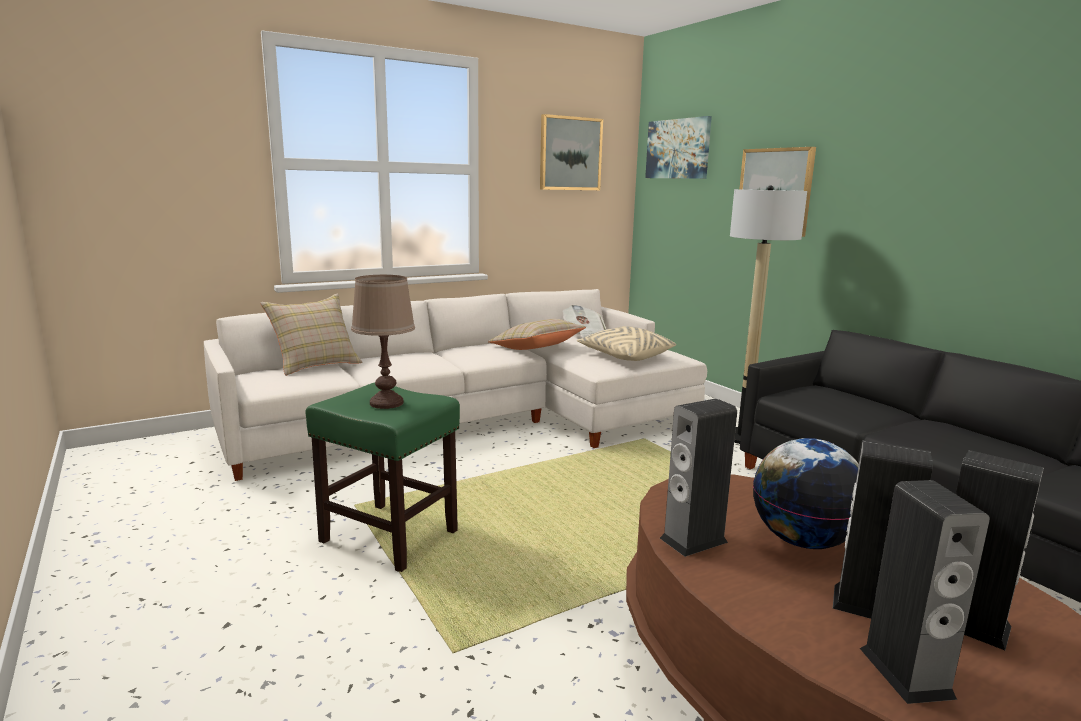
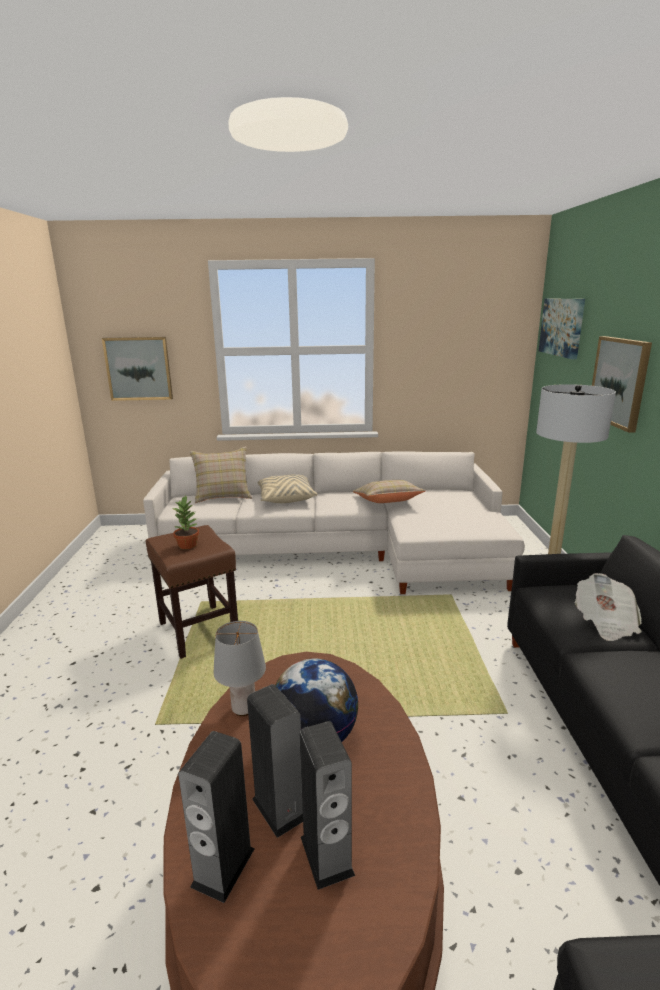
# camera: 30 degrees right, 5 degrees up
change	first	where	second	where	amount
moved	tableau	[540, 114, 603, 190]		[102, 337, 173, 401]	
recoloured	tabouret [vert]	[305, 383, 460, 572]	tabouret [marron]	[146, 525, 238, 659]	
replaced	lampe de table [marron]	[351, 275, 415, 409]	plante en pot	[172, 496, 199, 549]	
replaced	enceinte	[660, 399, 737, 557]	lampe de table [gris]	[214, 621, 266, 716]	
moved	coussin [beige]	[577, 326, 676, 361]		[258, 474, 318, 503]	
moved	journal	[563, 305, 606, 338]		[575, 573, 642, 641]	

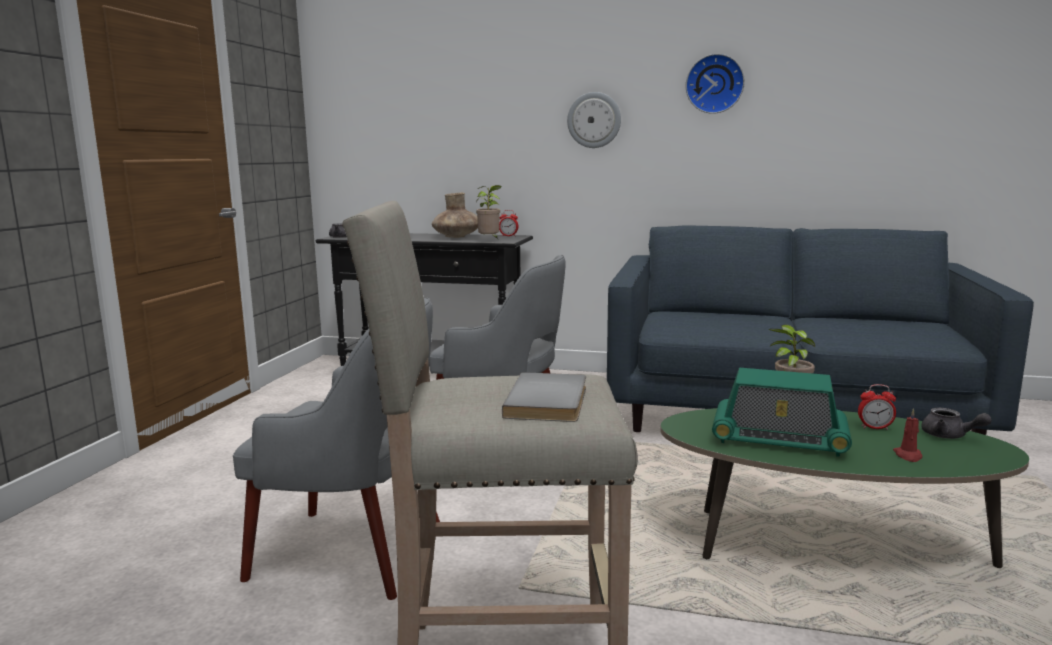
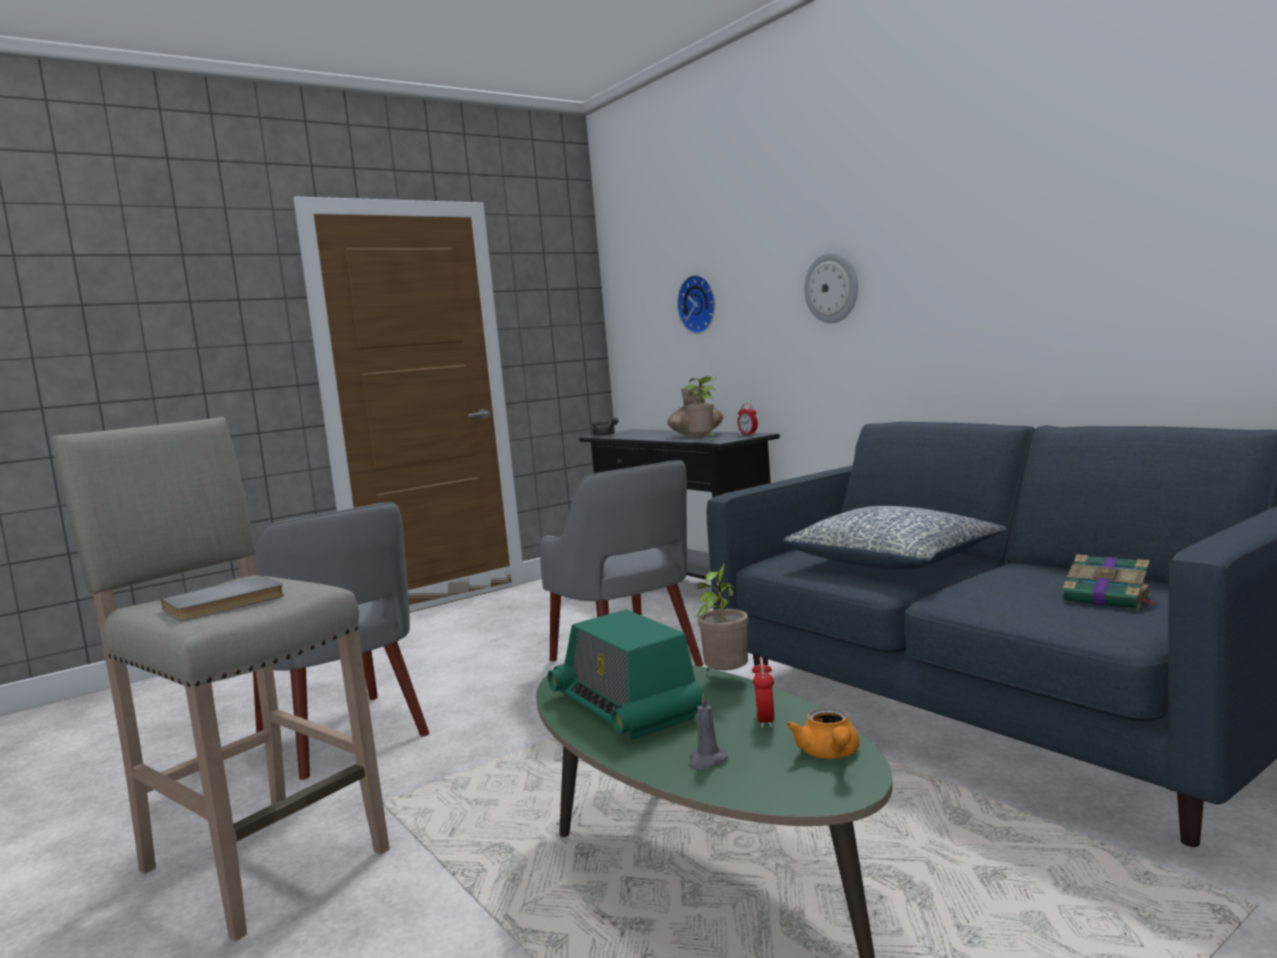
# camera: 40 degrees right, 5 degrees down
change	first	where	second	where	amount
moved	horloge murale	[686, 54, 745, 114]		[677, 275, 715, 334]	
recoloured	bougie [rouge]	[893, 408, 922, 462]	bougie [gris]	[689, 693, 728, 769]	
turned	réveil	[858, 384, 896, 430]		[752, 657, 774, 728]	45 degrees clockwise
added			coussin	[783, 506, 1006, 569]	
recoloured	théière [gris]	[921, 408, 992, 439]	théière [orange]	[787, 708, 860, 759]	
added			livre	[1063, 554, 1158, 610]	

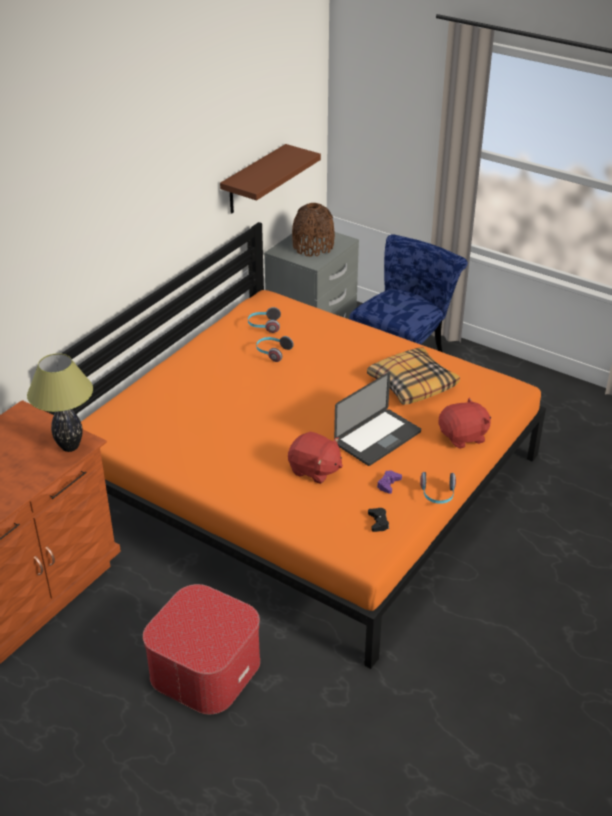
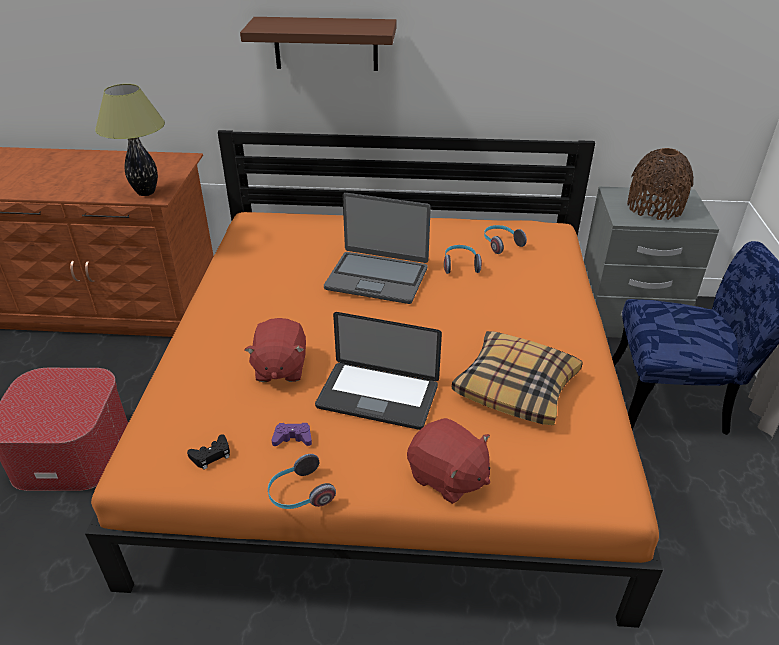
# camera: 60 degrees right, 0 degrees up
change	first	where	second	where	amount
moved	étagère [marron]	[220, 144, 321, 214]		[240, 17, 396, 71]	
added			ordinateur portable	[324, 193, 431, 304]	

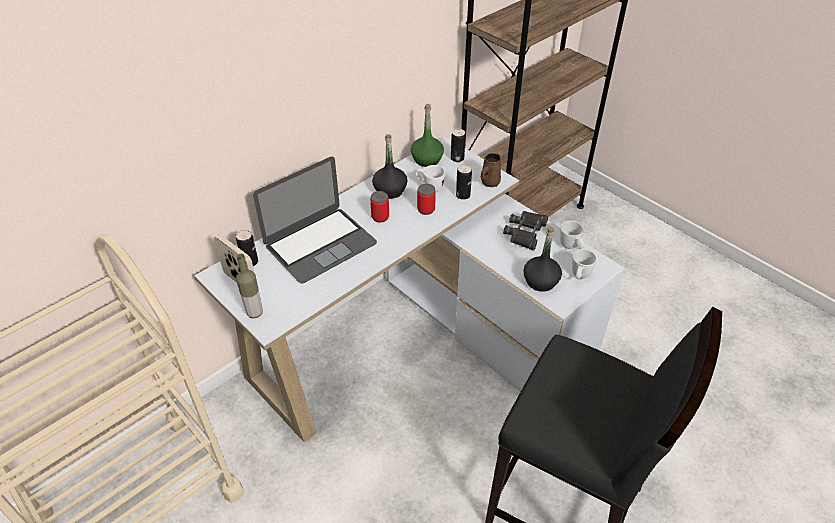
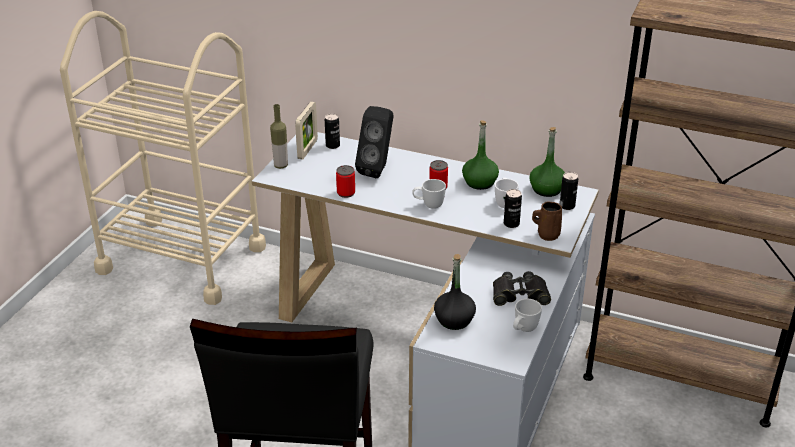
# camera: 65 degrees right, 10 degrees down
change	first	where	second	where	amount
moved	boîte métallique	[417, 184, 436, 215]		[336, 165, 355, 198]	
replaced	ordinateur portable	[253, 156, 377, 283]	enceinte [noir]	[355, 106, 394, 178]	
moved	mug [blanc]	[572, 249, 597, 279]		[412, 179, 446, 209]	
recoloured	bouteille [noir]	[372, 134, 408, 199]	bouteille [vert]	[462, 120, 499, 190]	

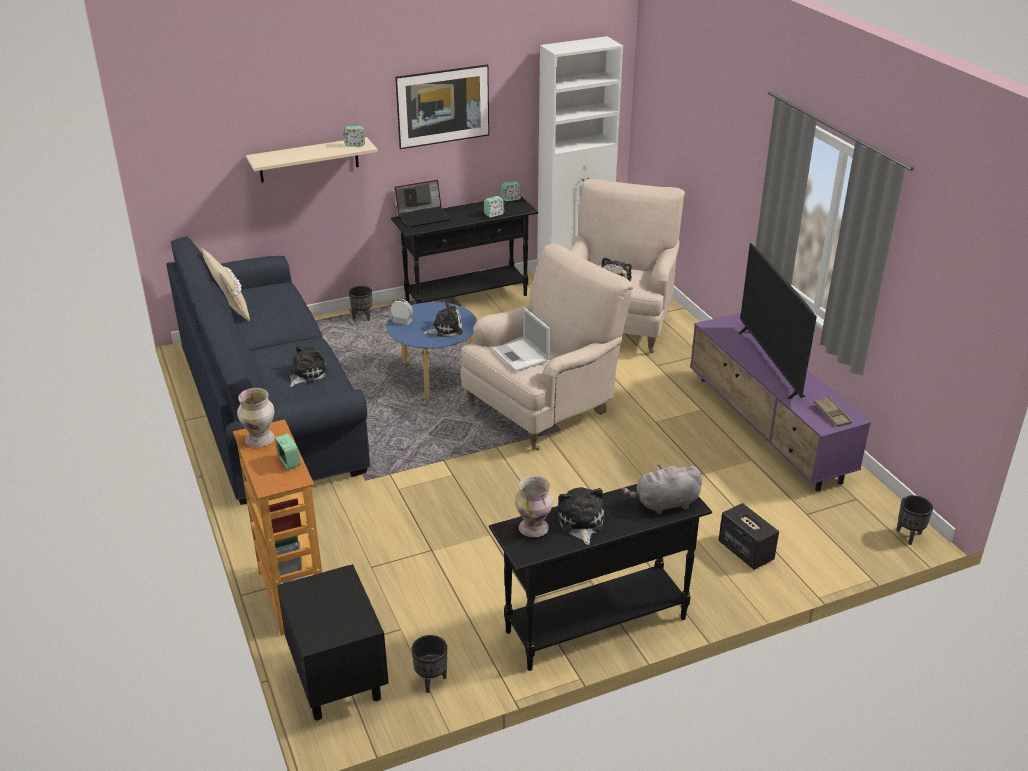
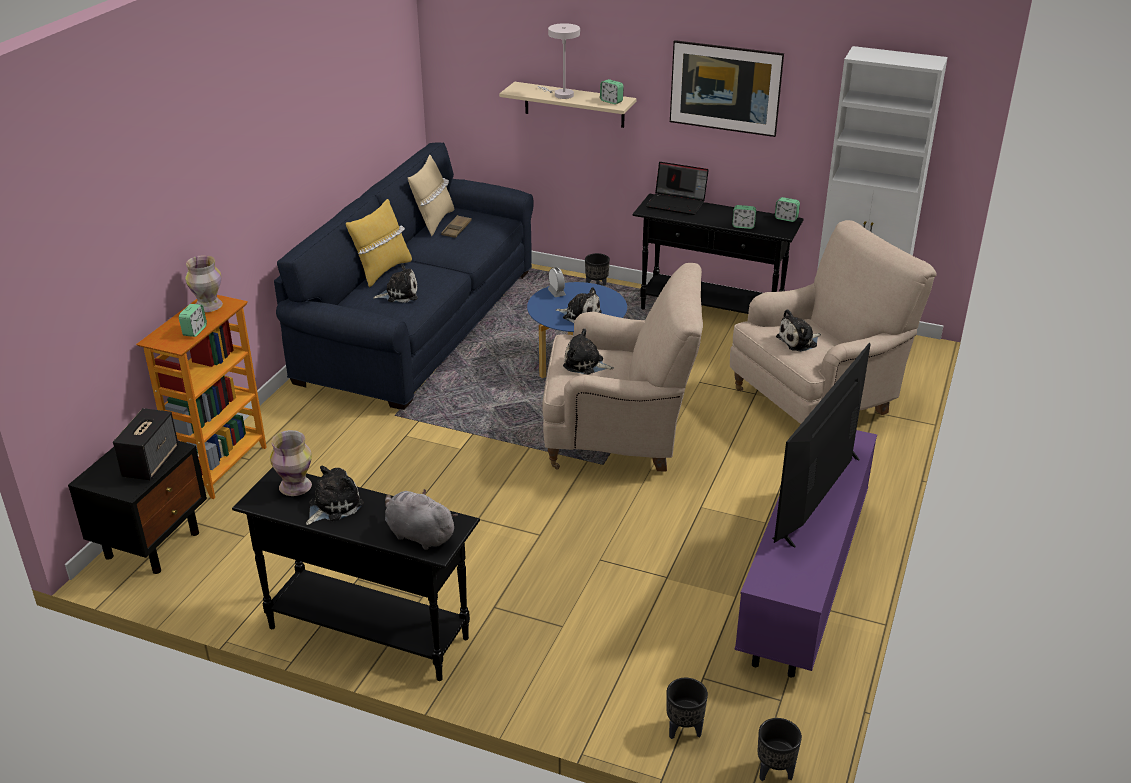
# camera: 45 degrees right, 0 degrees up
change	first	where	second	where	amount
moved	enceinte	[719, 503, 779, 570]		[113, 408, 179, 481]	
added			coussin [jaune]	[346, 199, 412, 287]	
moved	plateau [marron]	[814, 397, 852, 427]		[441, 215, 472, 238]	
added			lampe de table [blanc]	[538, 23, 580, 99]	
replaced	ordinateur portable	[492, 308, 550, 372]	peluche	[563, 328, 614, 374]	
moved	cache-pot [noir]	[412, 635, 447, 693]		[667, 678, 708, 739]	

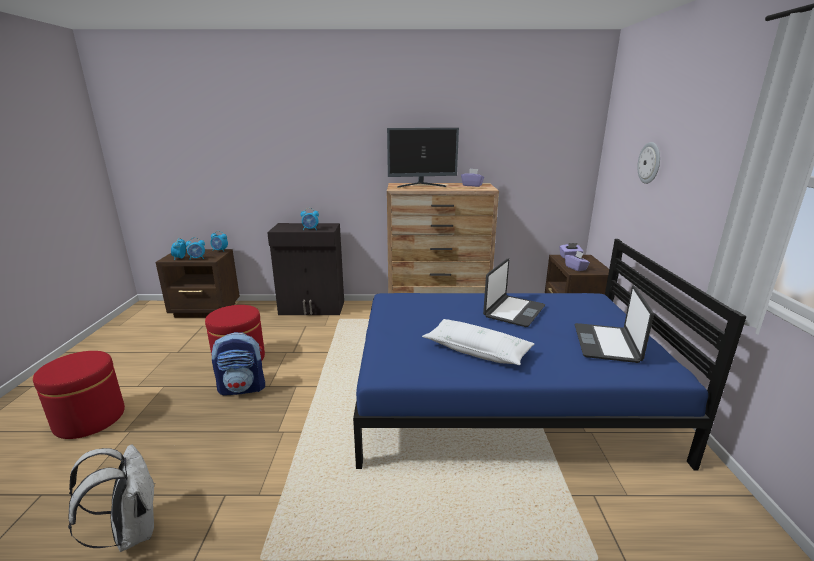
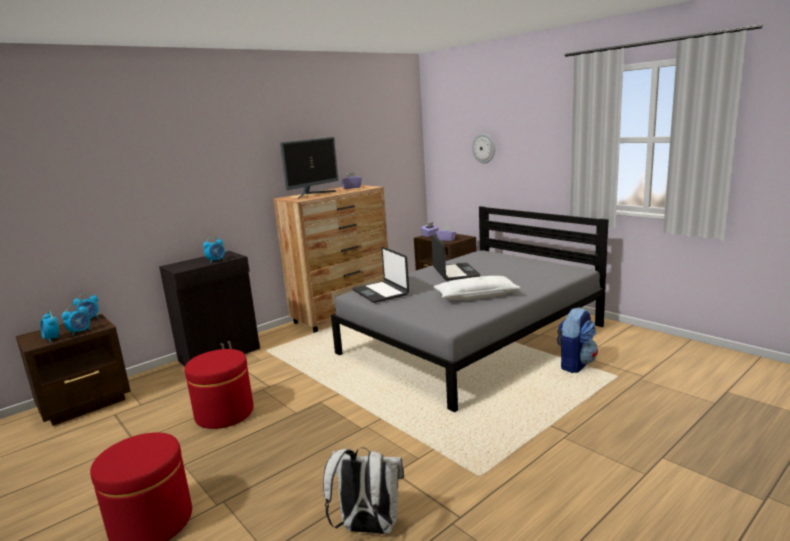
# camera: 40 degrees left, 5 degrees down
change	first	where	second	where	amount
recoloured	lit [bleu]	[353, 239, 747, 470]	lit [gris]	[331, 206, 608, 412]	
moved	ordinateur portable	[575, 285, 654, 363]		[352, 247, 409, 303]	
moved	sac à dos	[212, 332, 265, 396]		[557, 307, 598, 373]	

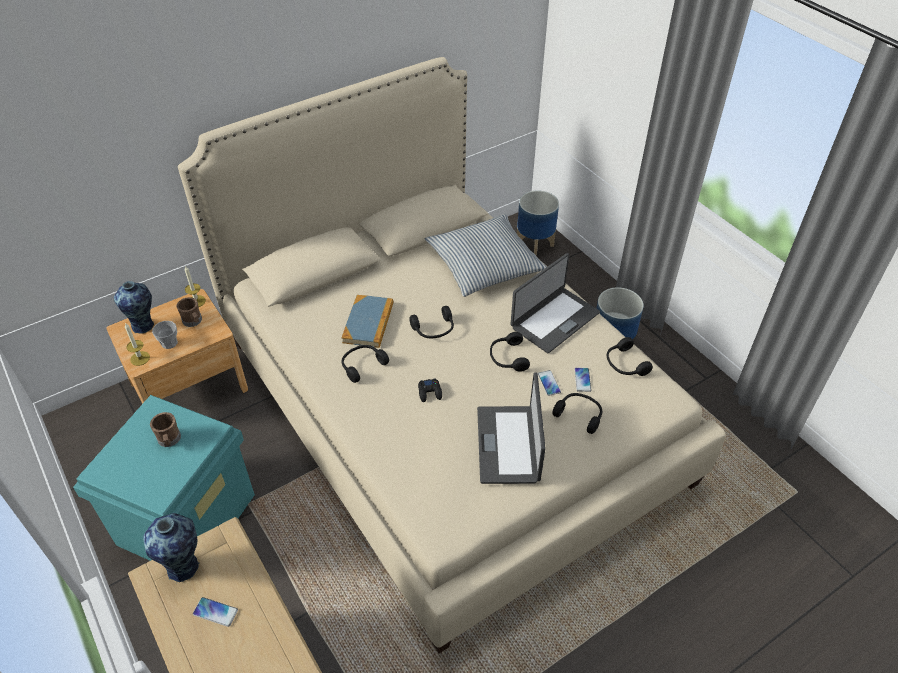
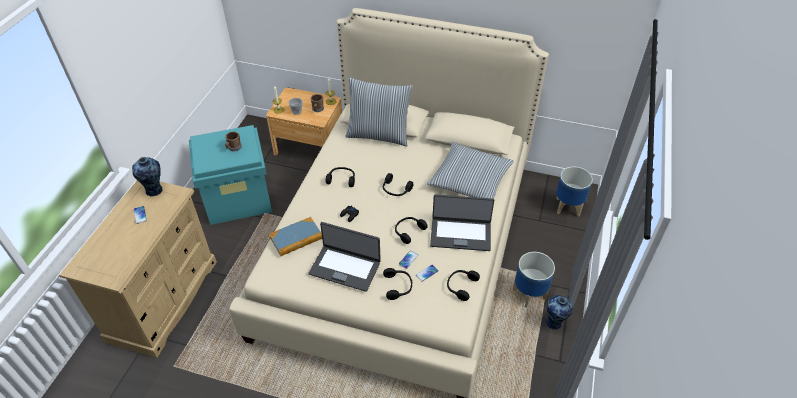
# camera: 50 degrees right, 0 degrees up
change	first	where	second	where	amount
moved	livre	[342, 295, 393, 348]		[269, 217, 322, 256]	
turned	ordinateur portable	[477, 372, 546, 484]		[309, 222, 381, 292]	120 degrees counterclockwise
added			coussin	[346, 78, 413, 147]	
moved	vase	[114, 281, 154, 334]		[546, 295, 573, 330]	

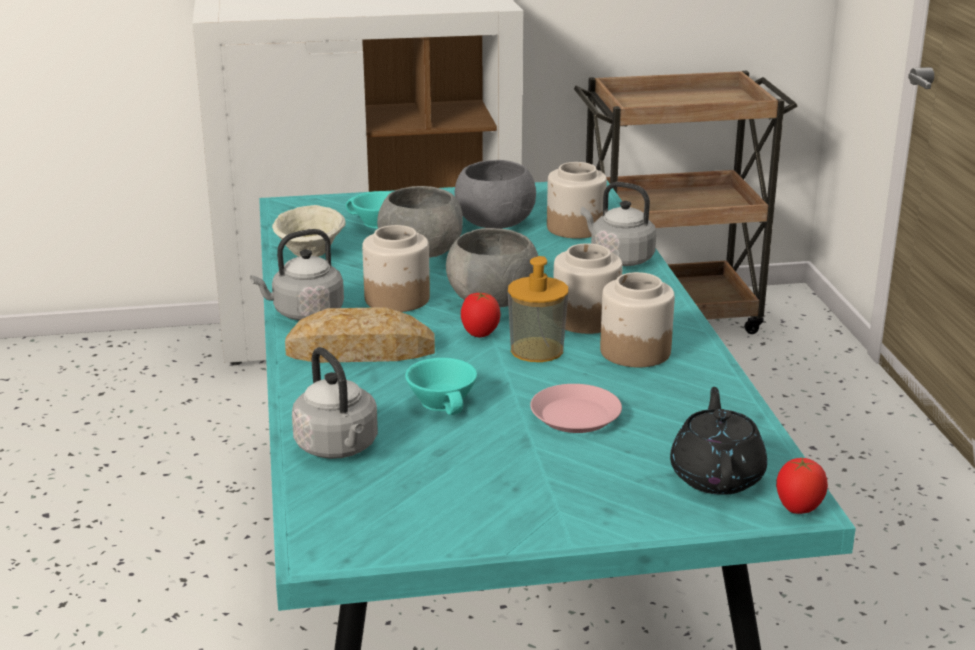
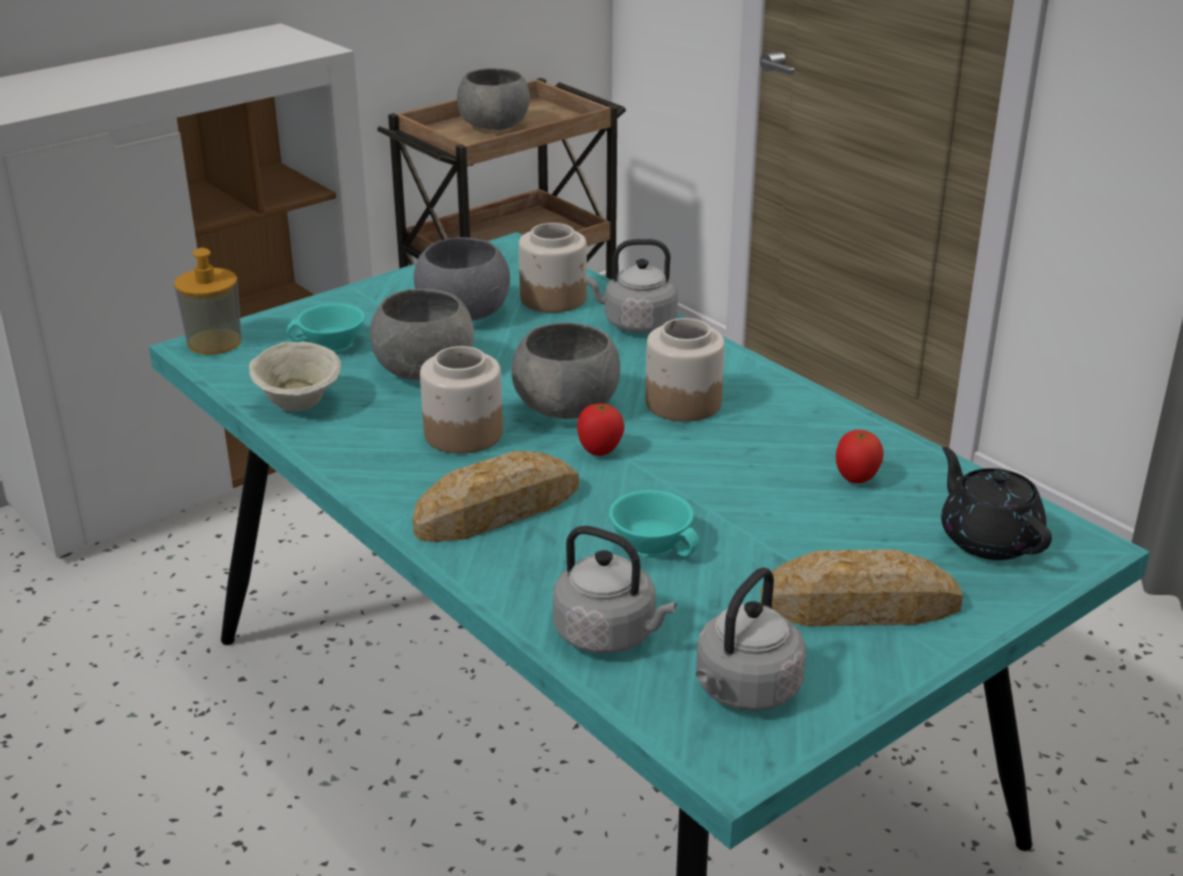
# camera: 30 degrees left, 5 degrees up
change	first	where	second	where	amount
moved	distributeur de savon	[508, 256, 568, 362]		[174, 248, 242, 354]	
added			bol [gris]	[457, 68, 530, 130]	
moved	bouilloire [gris]	[250, 229, 344, 321]		[696, 567, 806, 711]	
added			pain	[760, 549, 963, 626]	
moved	tomate	[776, 458, 828, 514]		[836, 430, 884, 484]	
removed	assiette [rose]	[530, 384, 622, 433]			
removed	bocal	[600, 272, 675, 367]			

